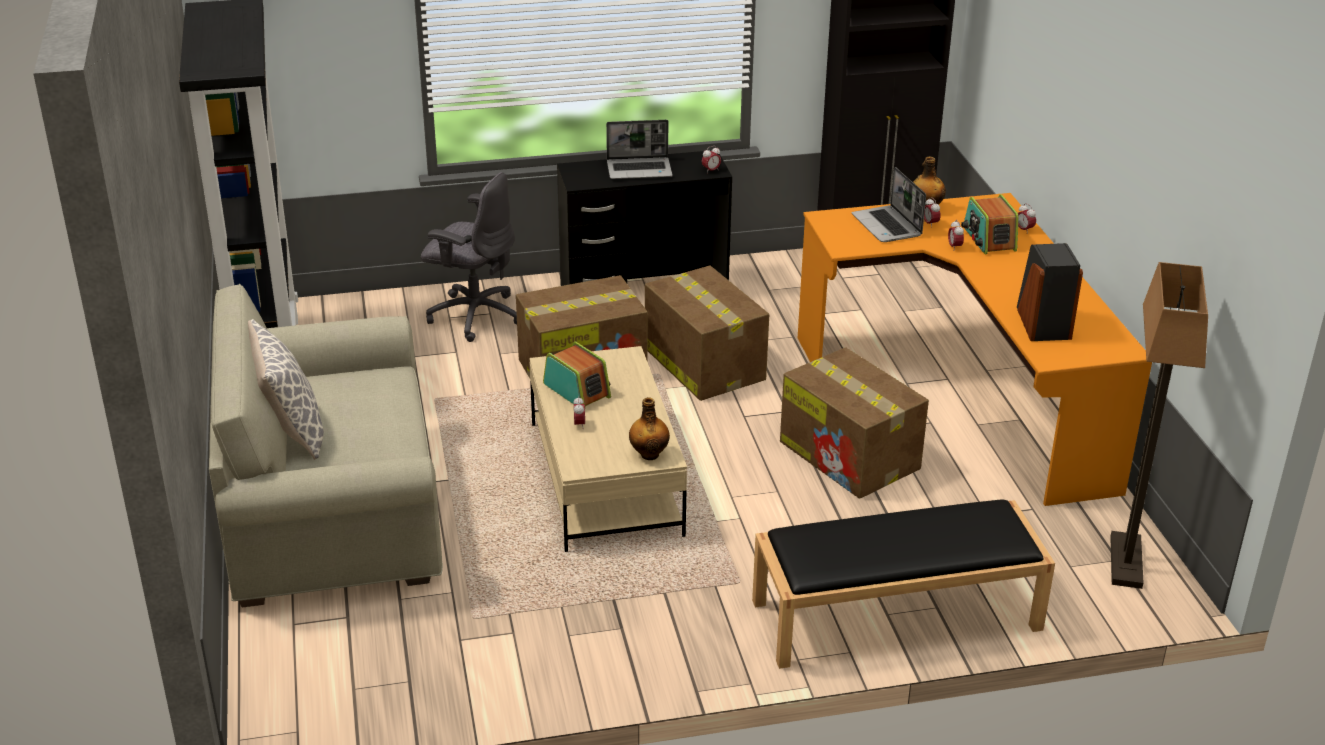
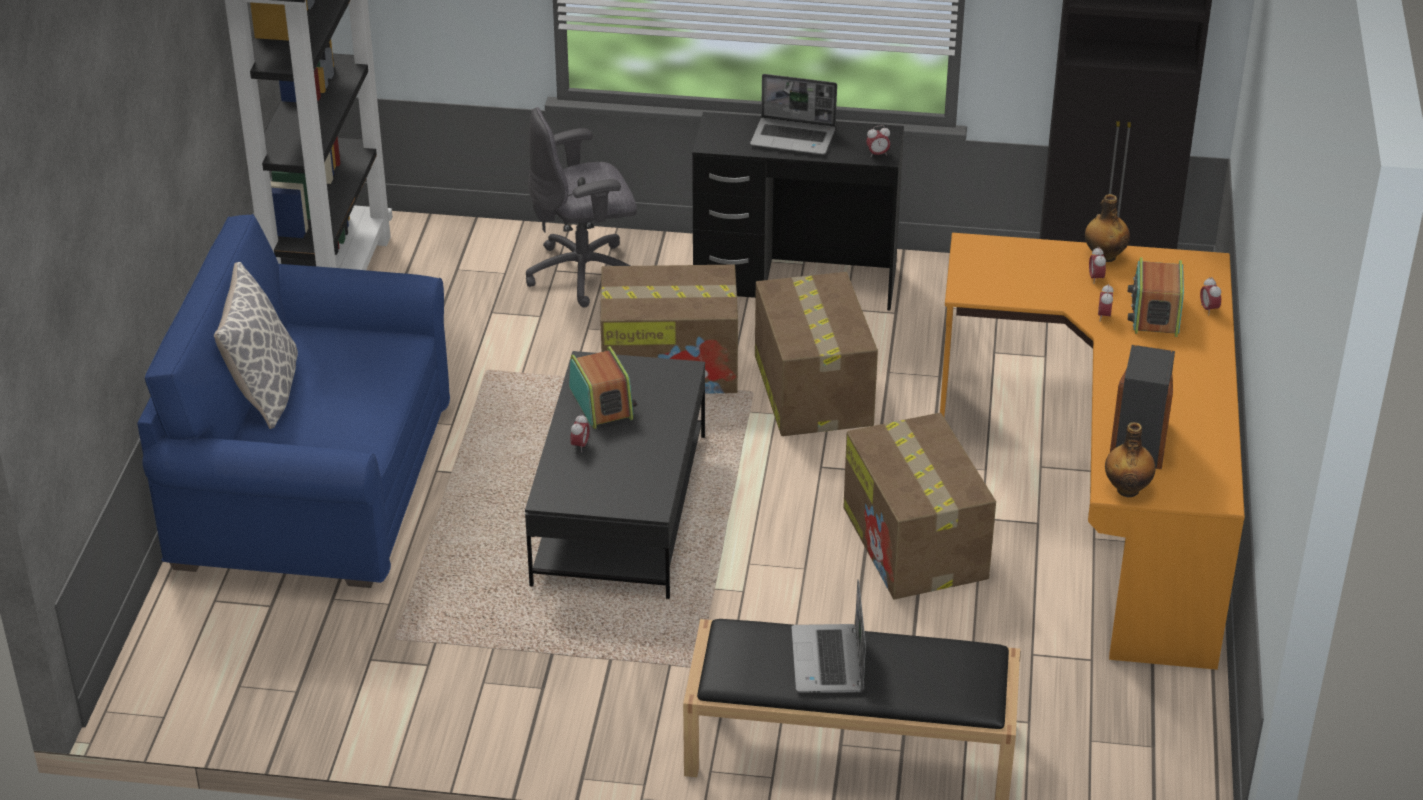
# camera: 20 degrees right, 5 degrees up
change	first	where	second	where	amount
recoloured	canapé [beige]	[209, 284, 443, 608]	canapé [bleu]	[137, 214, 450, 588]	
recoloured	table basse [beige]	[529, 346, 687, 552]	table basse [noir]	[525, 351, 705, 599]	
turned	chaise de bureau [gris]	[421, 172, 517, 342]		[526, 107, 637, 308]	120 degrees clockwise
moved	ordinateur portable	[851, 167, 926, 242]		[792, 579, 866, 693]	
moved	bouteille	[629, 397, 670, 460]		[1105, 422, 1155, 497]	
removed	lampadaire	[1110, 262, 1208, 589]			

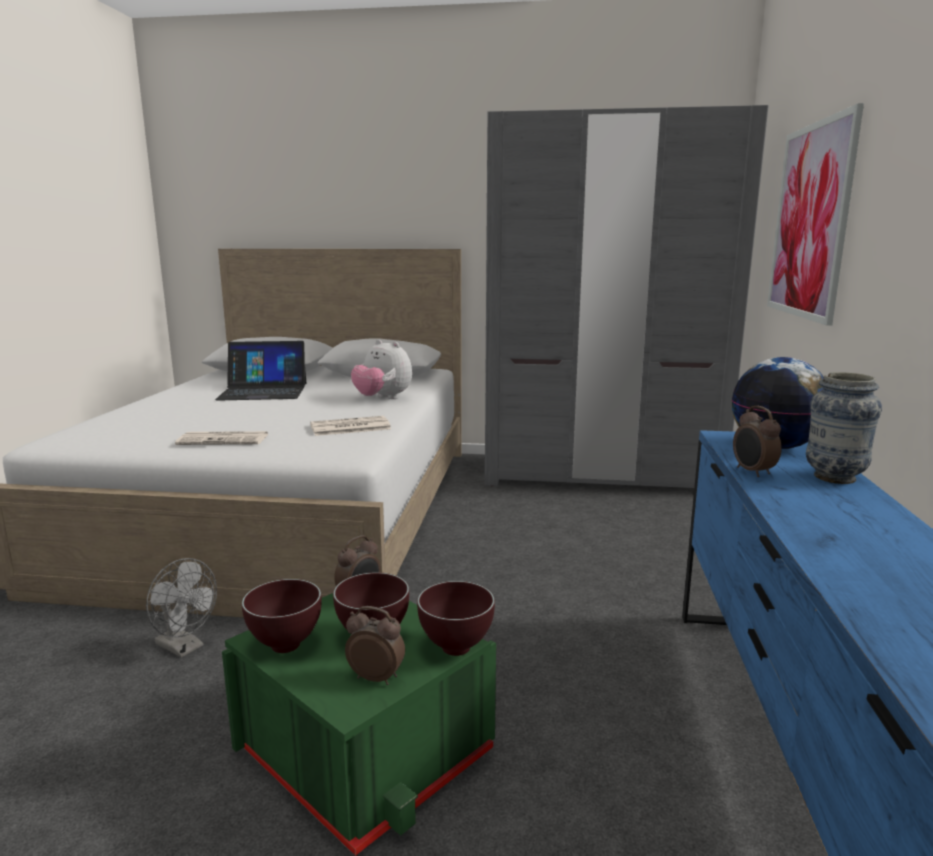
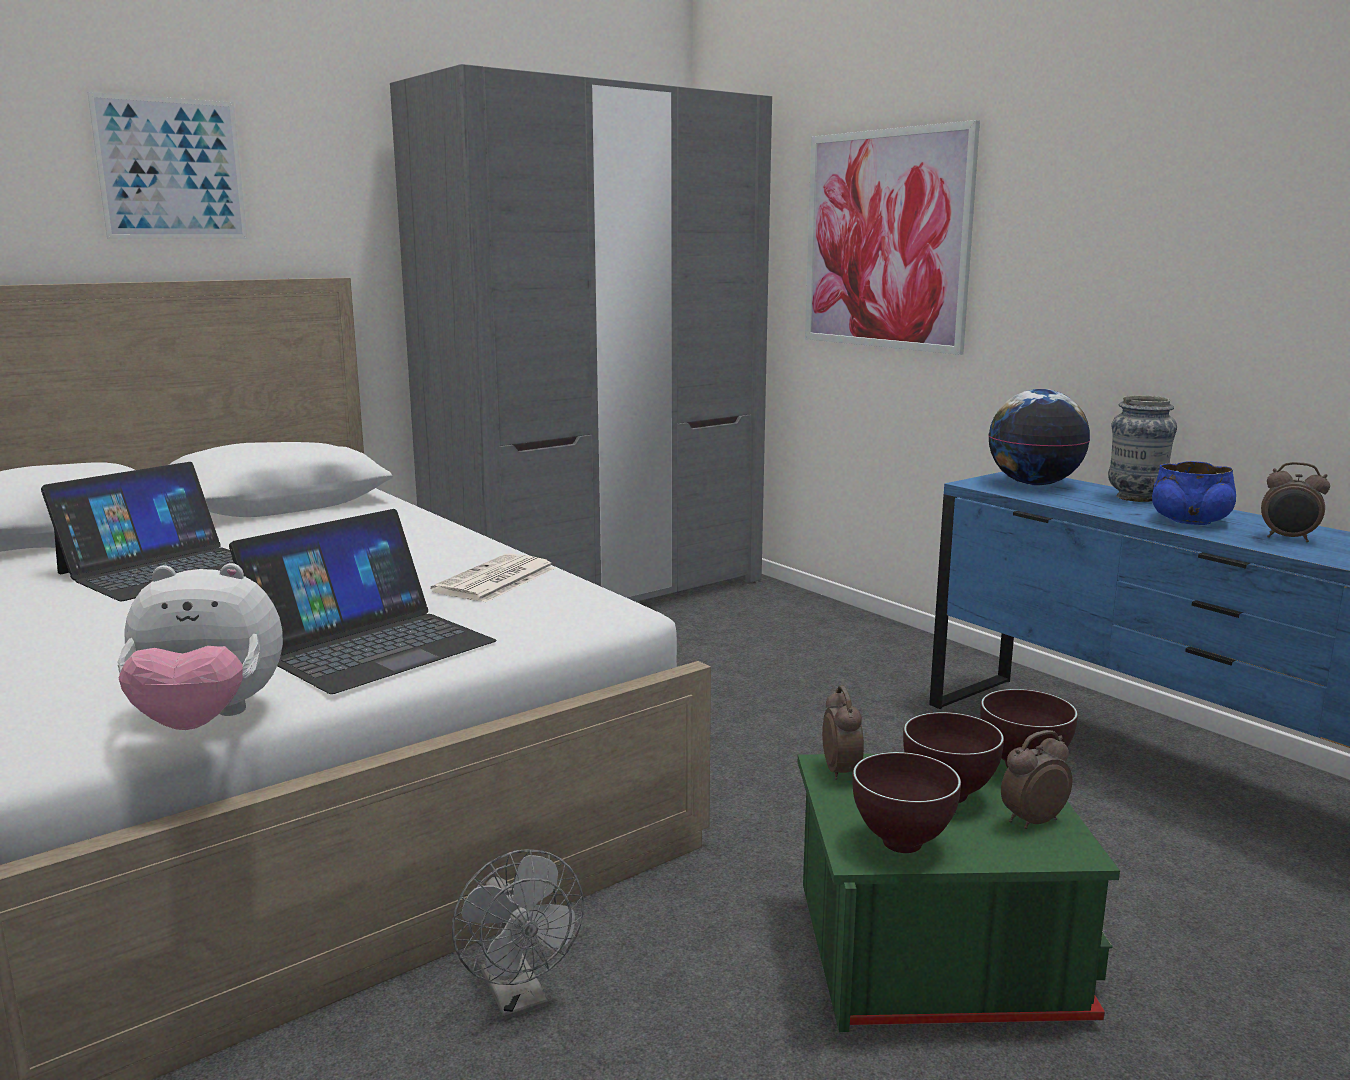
# camera: 45 degrees left, 0 degrees up
change	first	where	second	where	amount
added			tableau	[87, 92, 247, 239]	
moved	peluche	[351, 340, 412, 399]		[117, 563, 283, 730]	
replaced	journal	[175, 431, 268, 445]	ordinateur portable	[229, 509, 497, 694]	
turned	ventilateur [gris]	[146, 558, 217, 658]		[452, 849, 584, 1019]	75 degrees clockwise
added			bol [bleu]	[1152, 461, 1236, 525]	
moved	réveil	[733, 406, 782, 477]		[1261, 462, 1330, 542]	

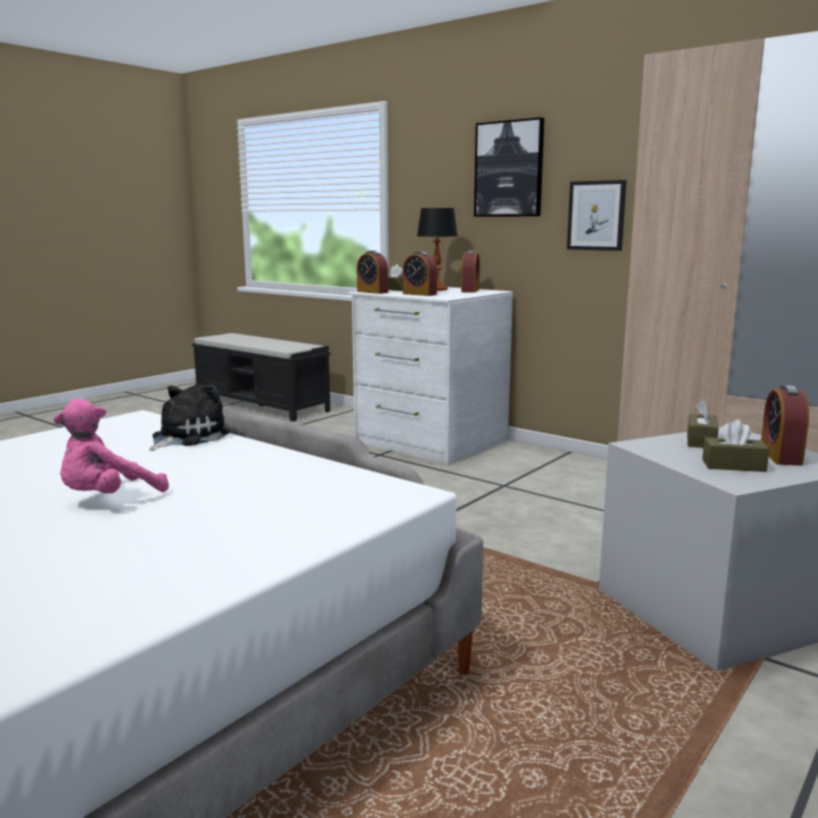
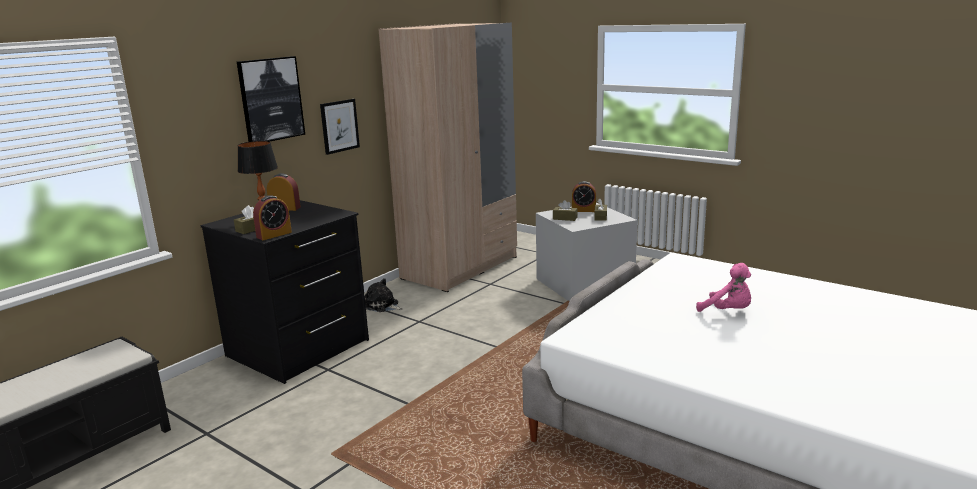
# camera: 90 degrees left, 5 degrees up
change	first	where	second	where	amount
recoloured	commode [blanc]	[349, 287, 513, 465]	commode [noir]	[201, 200, 369, 384]	
moved	peluche	[149, 384, 230, 451]		[365, 278, 403, 312]	
removed	réveil	[403, 251, 437, 296]			

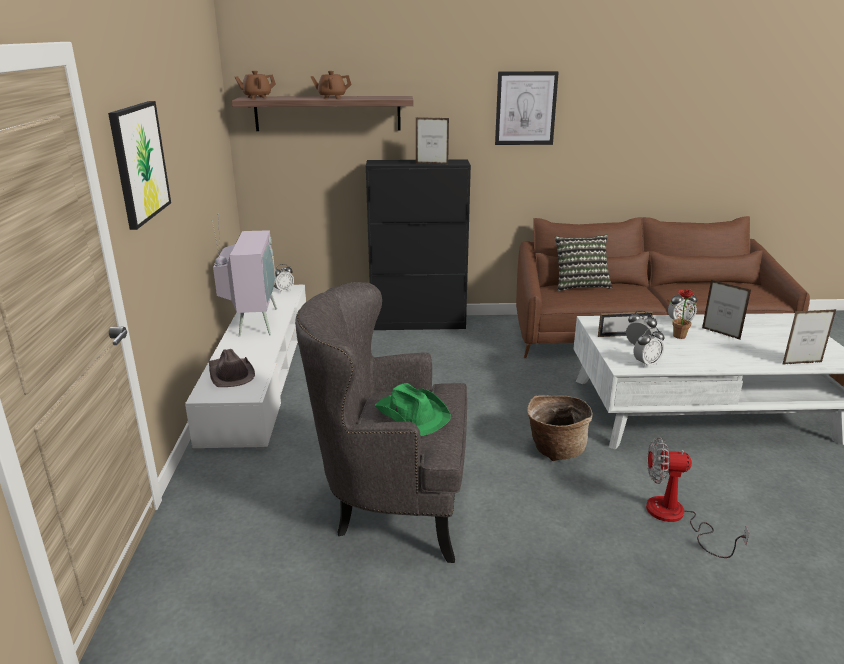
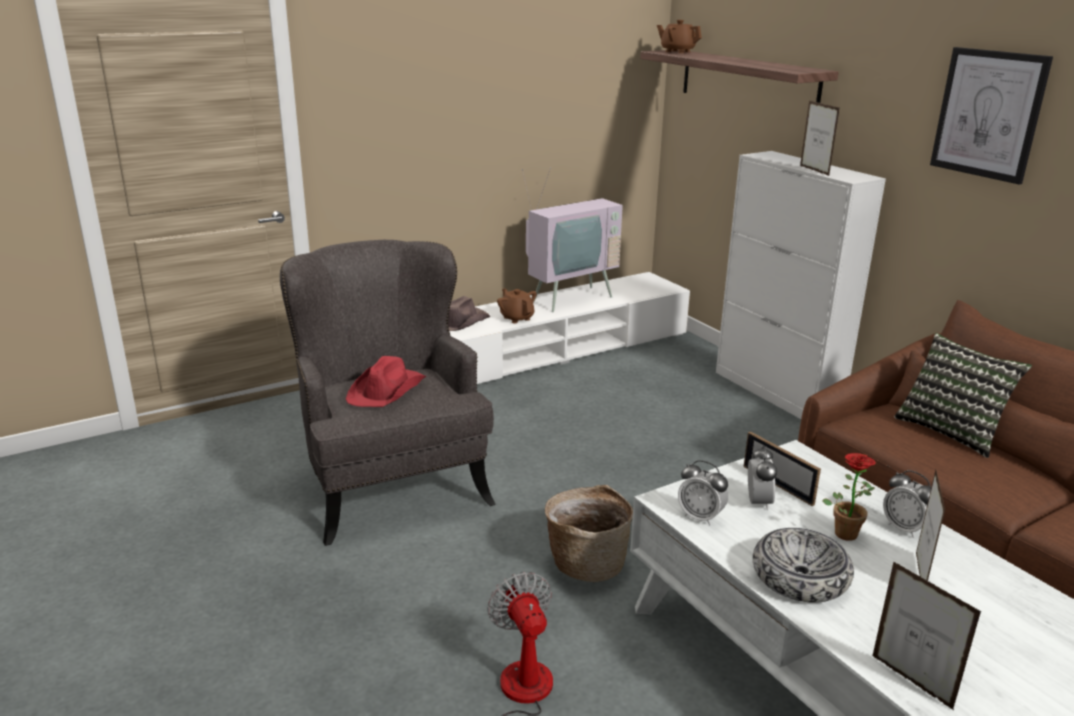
# camera: 60 degrees right, 0 degrees up
change	first	where	second	where	amount
recoloured	chapeau [vert]	[374, 383, 451, 436]	chapeau [rouge]	[346, 356, 427, 407]	
moved	théière [marron]	[310, 71, 352, 99]		[497, 288, 537, 324]	
recoloured	meuble de rangement [noir]	[366, 159, 471, 330]	meuble de rangement [blanc]	[716, 151, 886, 419]	
added			bol	[753, 528, 854, 603]	
removed	tableau	[108, 101, 171, 230]			
removed	réveil	[274, 264, 294, 293]			

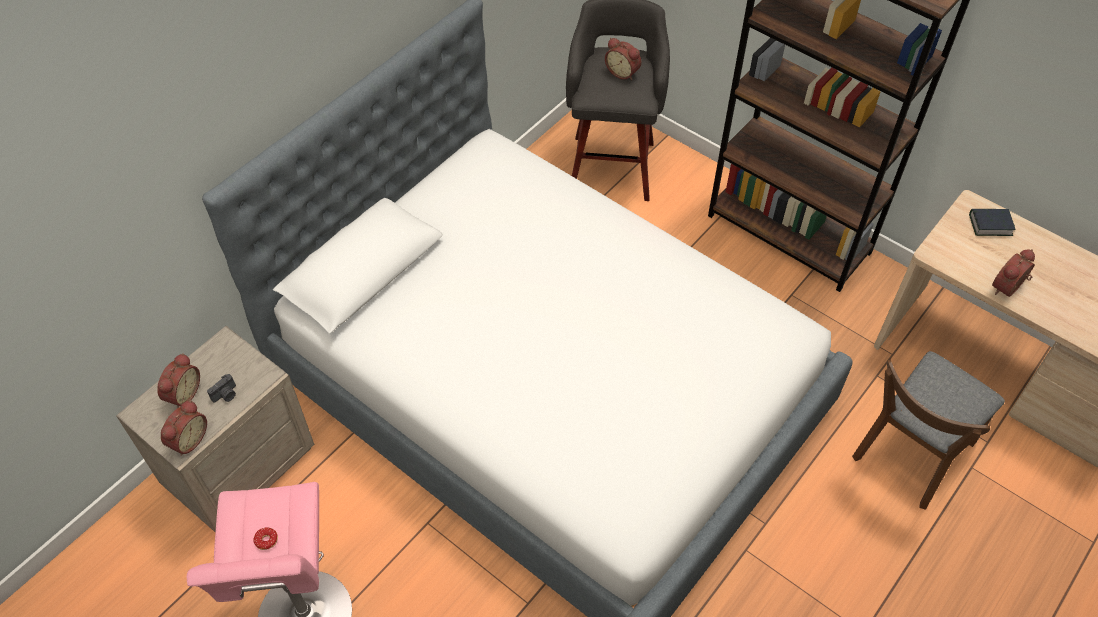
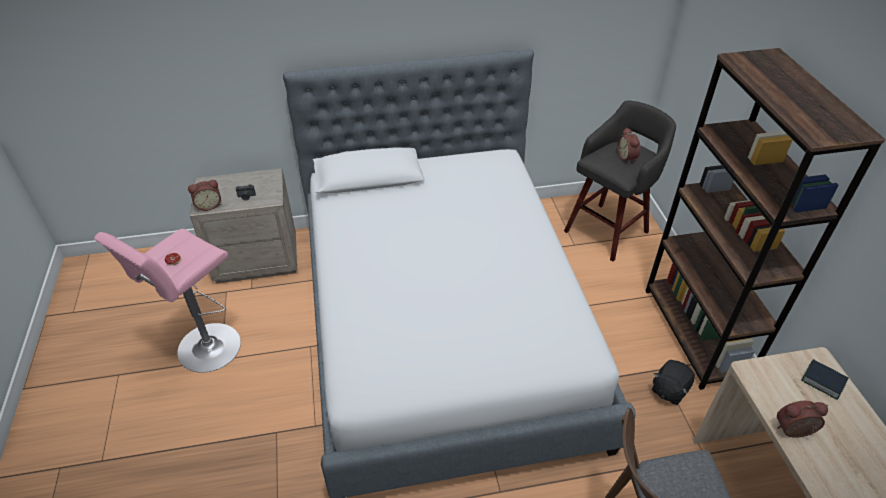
# camera: 40 degrees right, 10 degrees down
change	first	where	second	where	amount
added			peluche [noir]	[652, 360, 695, 405]	
removed	réveil	[157, 353, 200, 408]			

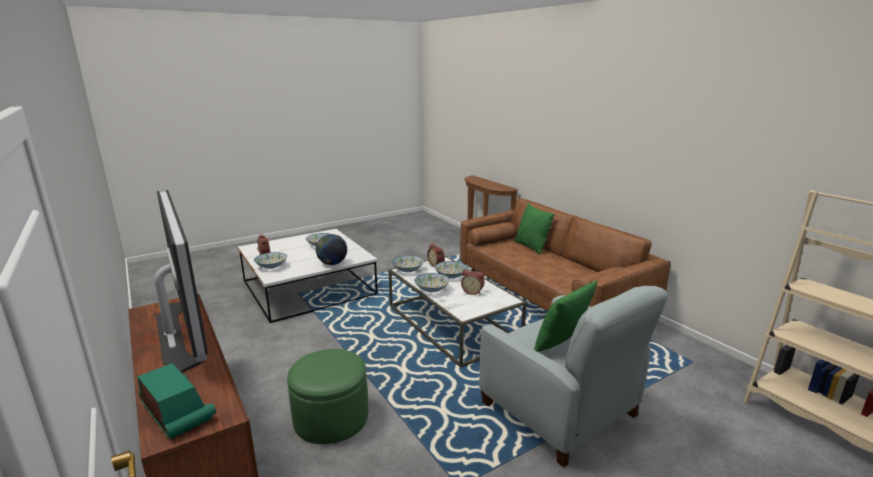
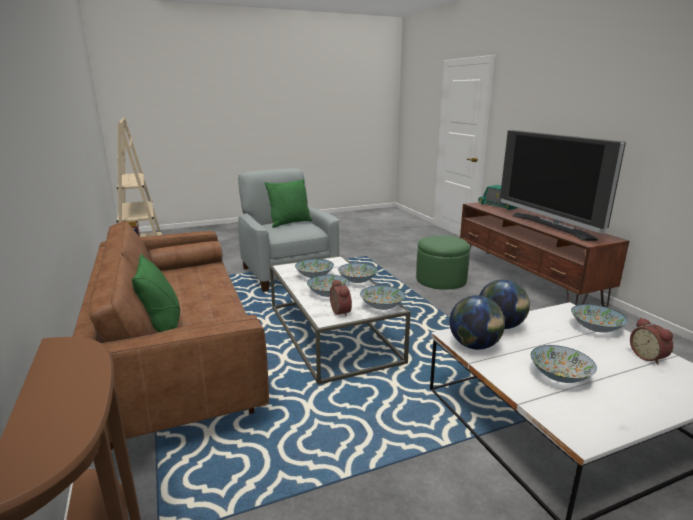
# camera: 170 degrees left, 0 degrees up
change	first	where	second	where	amount
replaced	réveil	[461, 270, 484, 295]	bol	[295, 259, 334, 278]	
added			globe	[449, 295, 505, 350]	

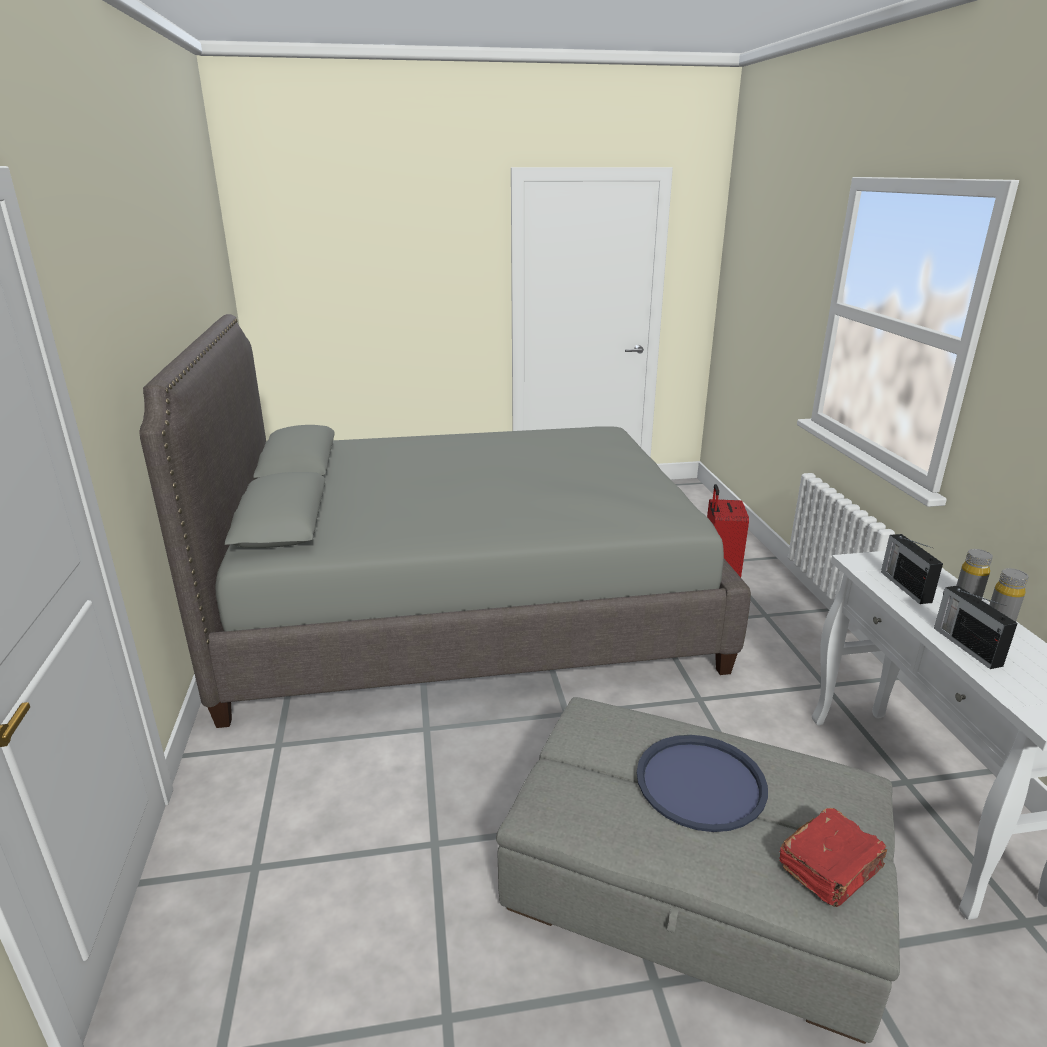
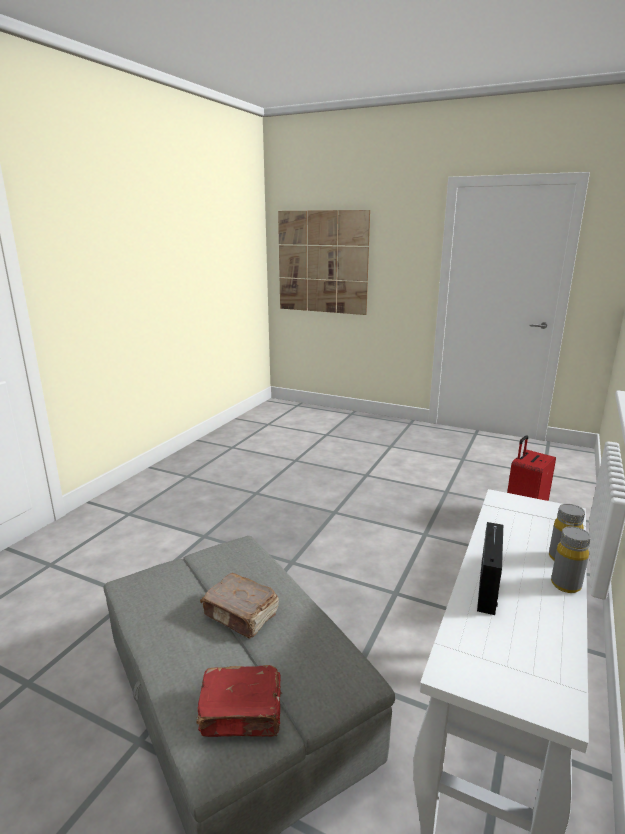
# camera: 35 degrees right, 5 degrees down
change	first	where	second	where	amount
replaced	plateau [bleu]	[637, 735, 768, 832]	livre [marron]	[200, 573, 279, 638]	
added			tableau	[278, 210, 370, 315]	
removed	lit [gris]	[139, 314, 751, 728]			
removed	radio	[881, 534, 943, 604]			

